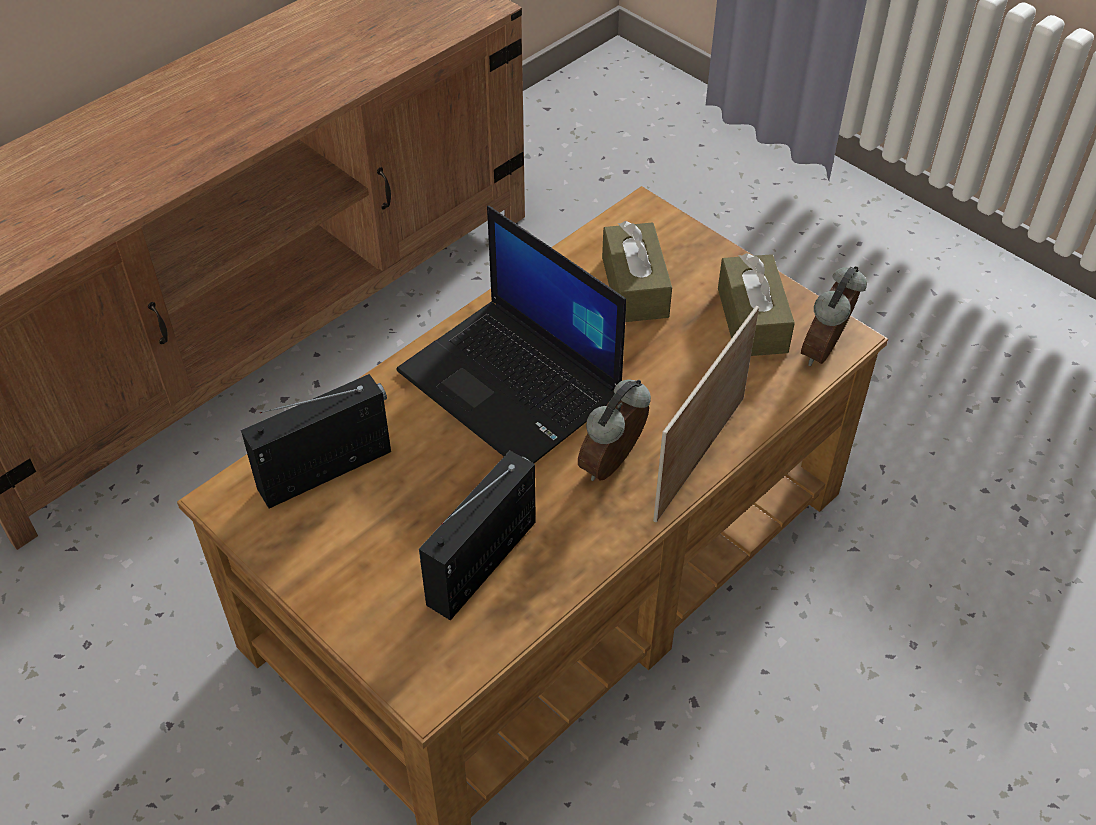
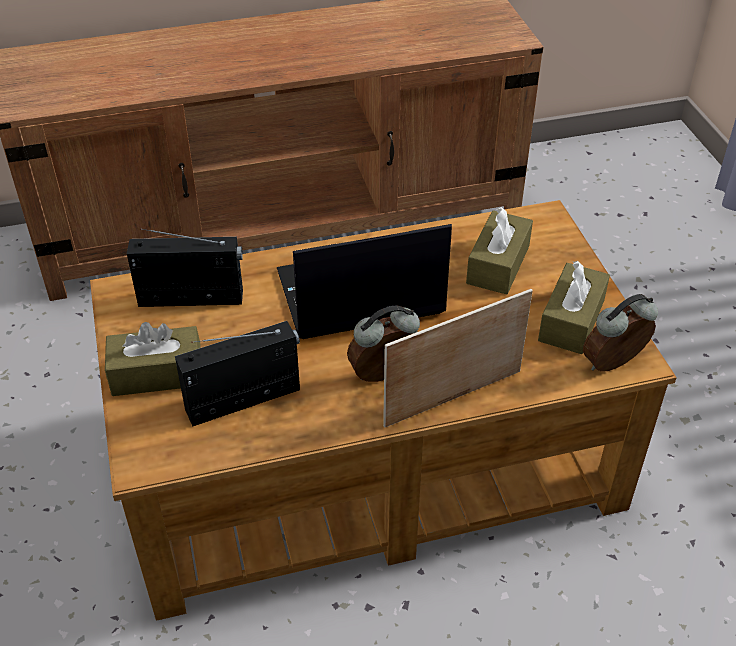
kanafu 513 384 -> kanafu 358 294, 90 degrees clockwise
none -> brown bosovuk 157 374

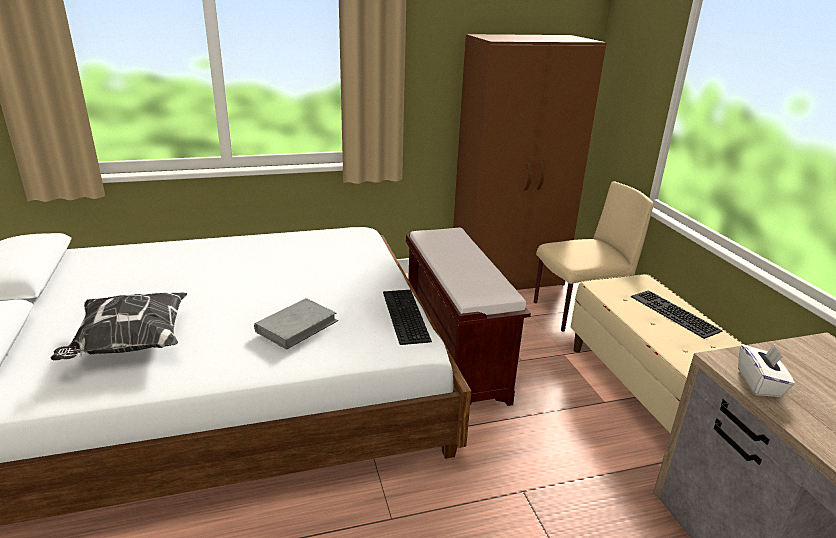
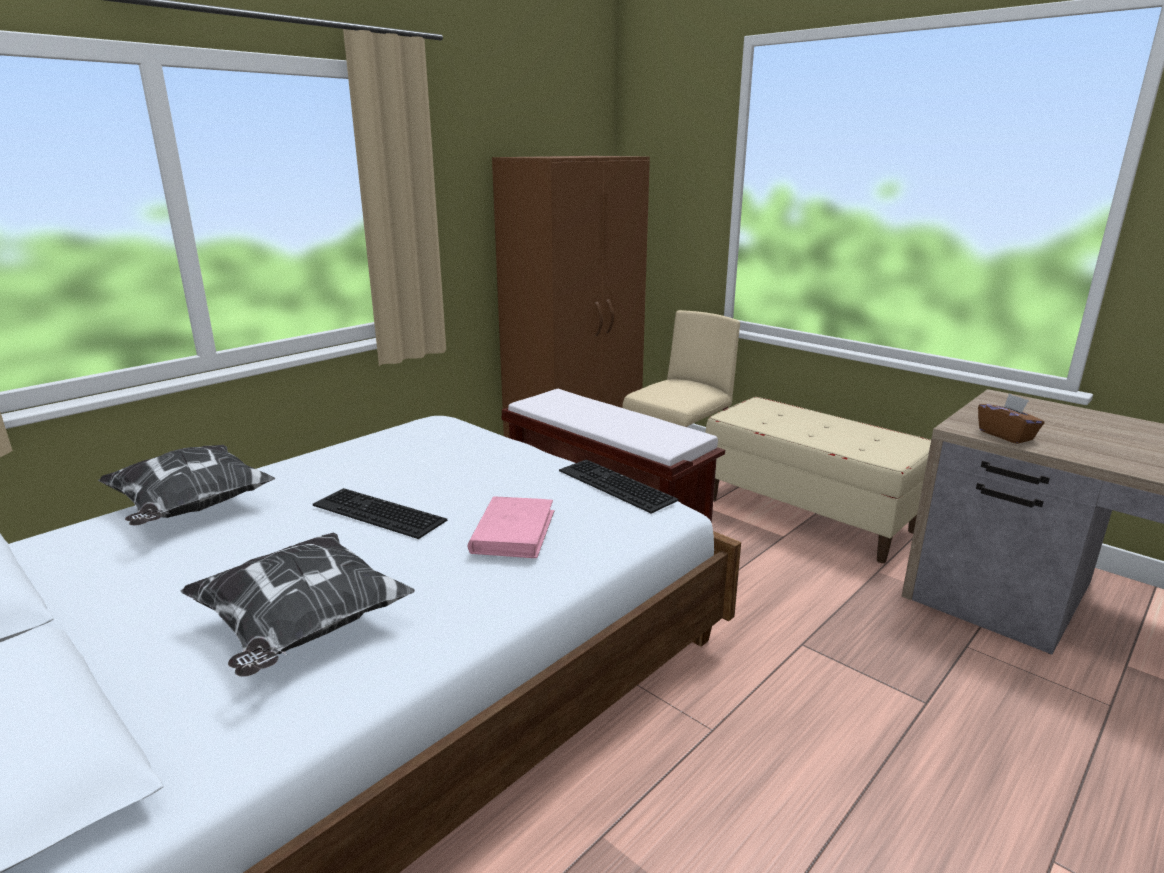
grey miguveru 297 326 -> pink miguveru 513 531
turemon 672 313 -> turemon 375 513, relocated
white bosovuk 760 383 -> brown bosovuk 1006 435
none -> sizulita 191 509

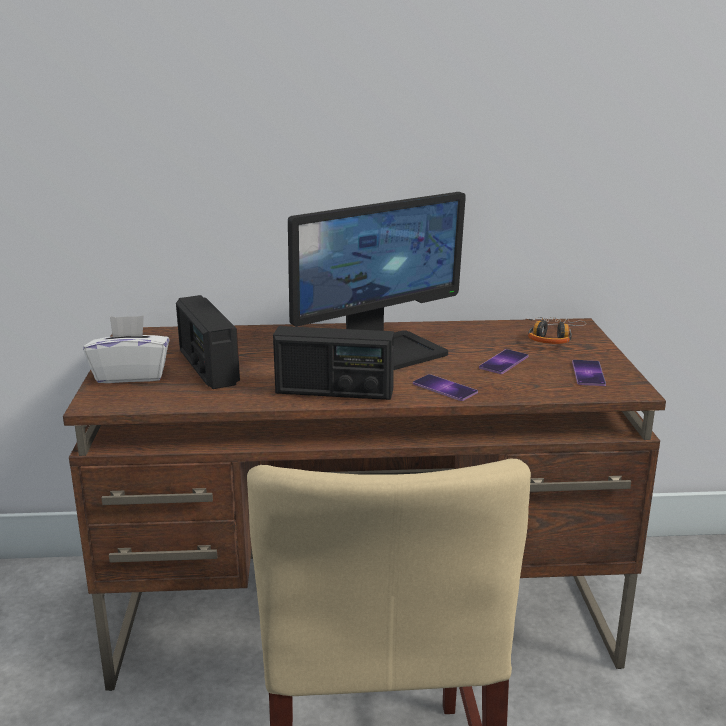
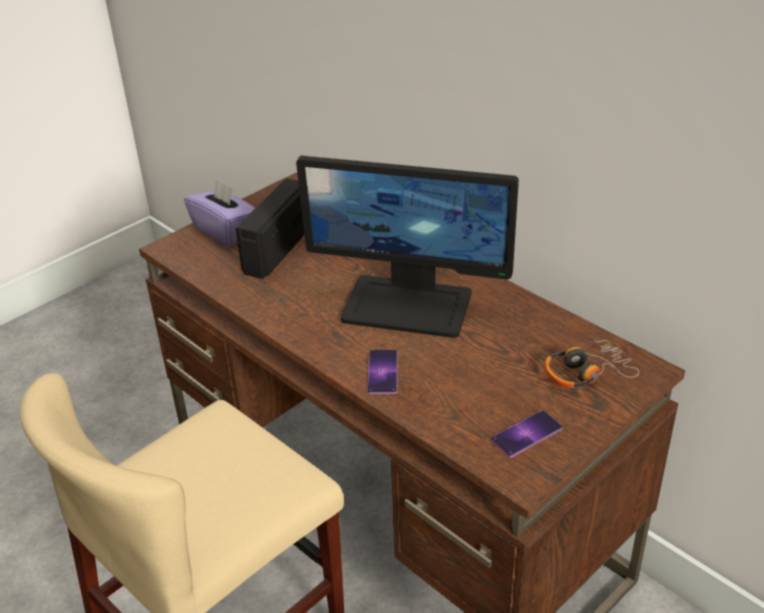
white bosovuk 131 375 -> purple bosovuk 225 231
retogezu 334 392 -> none
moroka 503 362 -> none

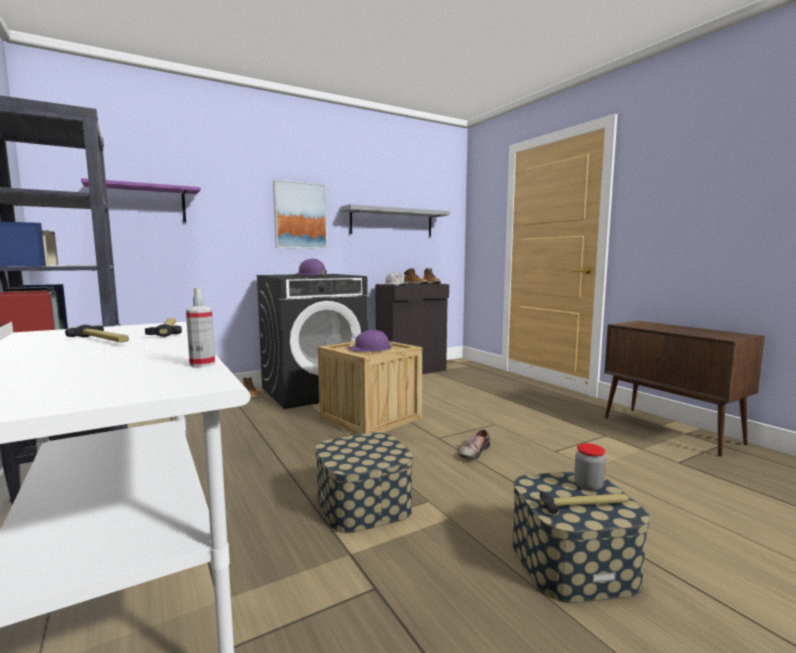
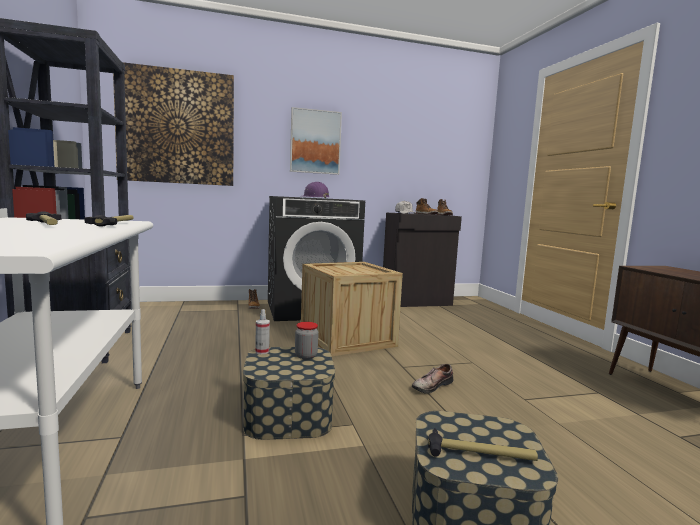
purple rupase 144 204 -> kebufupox 176 127
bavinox 202 364 -> bavinox 262 352, relocated
grey rupase 392 222 -> none
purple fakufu 370 349 -> none
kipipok 588 486 -> kipipok 306 356, relocated

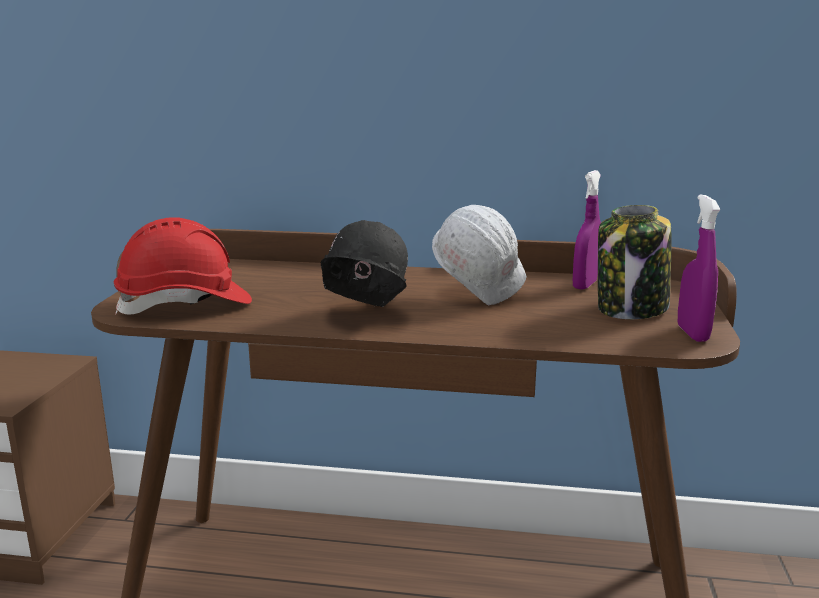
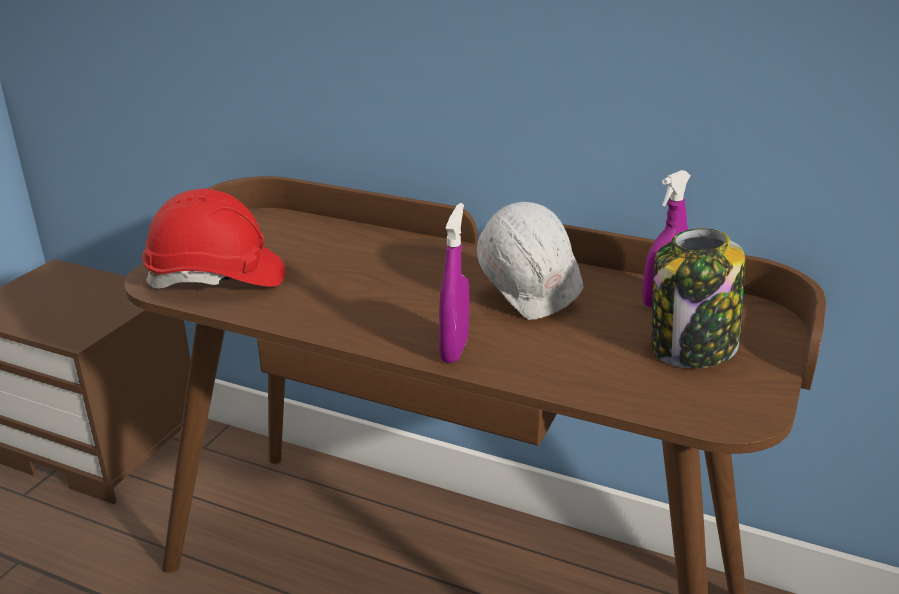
black fakufu 362 317 -> none
purple bavinox 692 333 -> purple bavinox 454 350, relocated

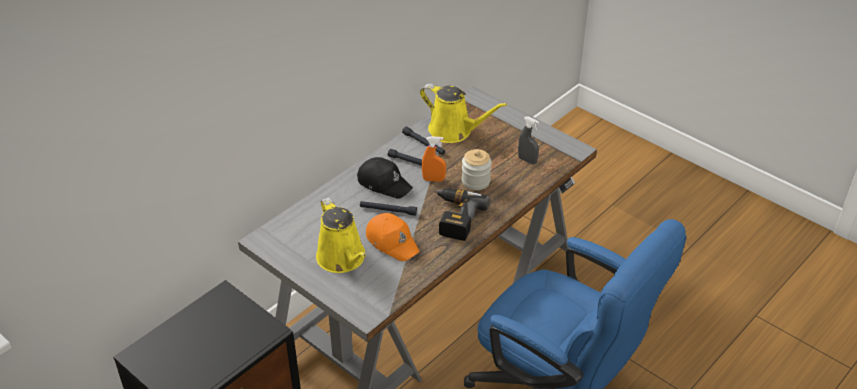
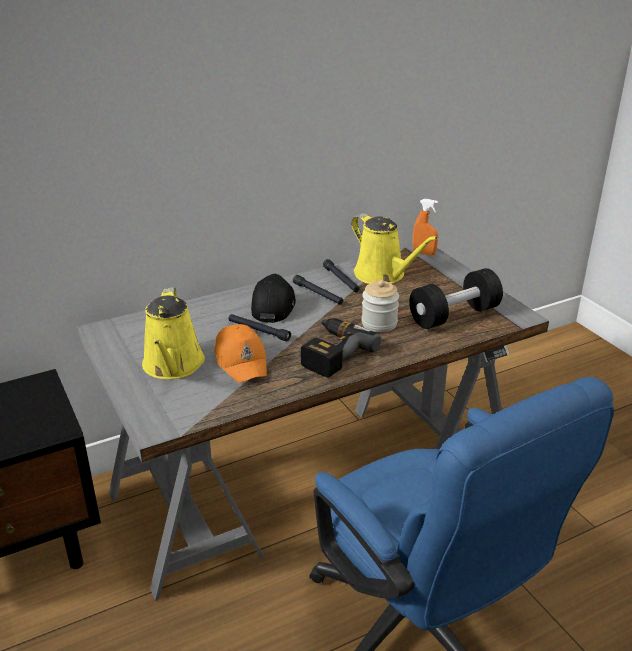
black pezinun 384 183 -> black pezinun 272 306, 135 degrees counterclockwise
orange bavinox 433 179 -> orange bavinox 424 253, relocated
grey bavinox 527 160 -> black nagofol 454 315

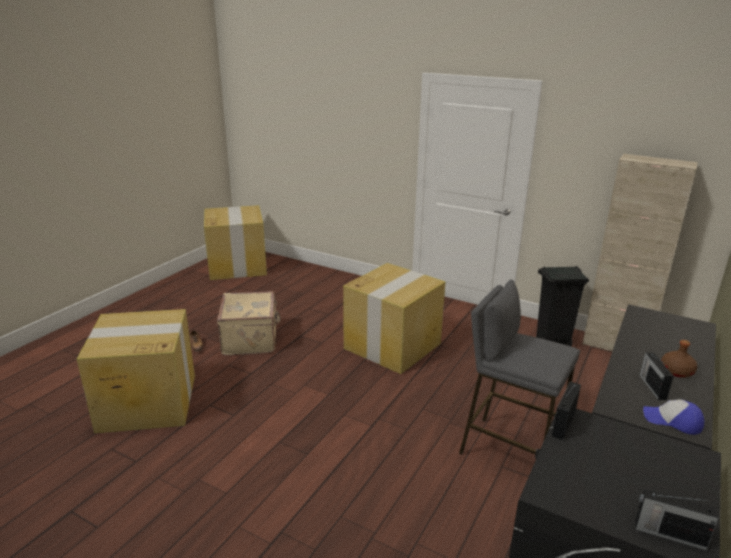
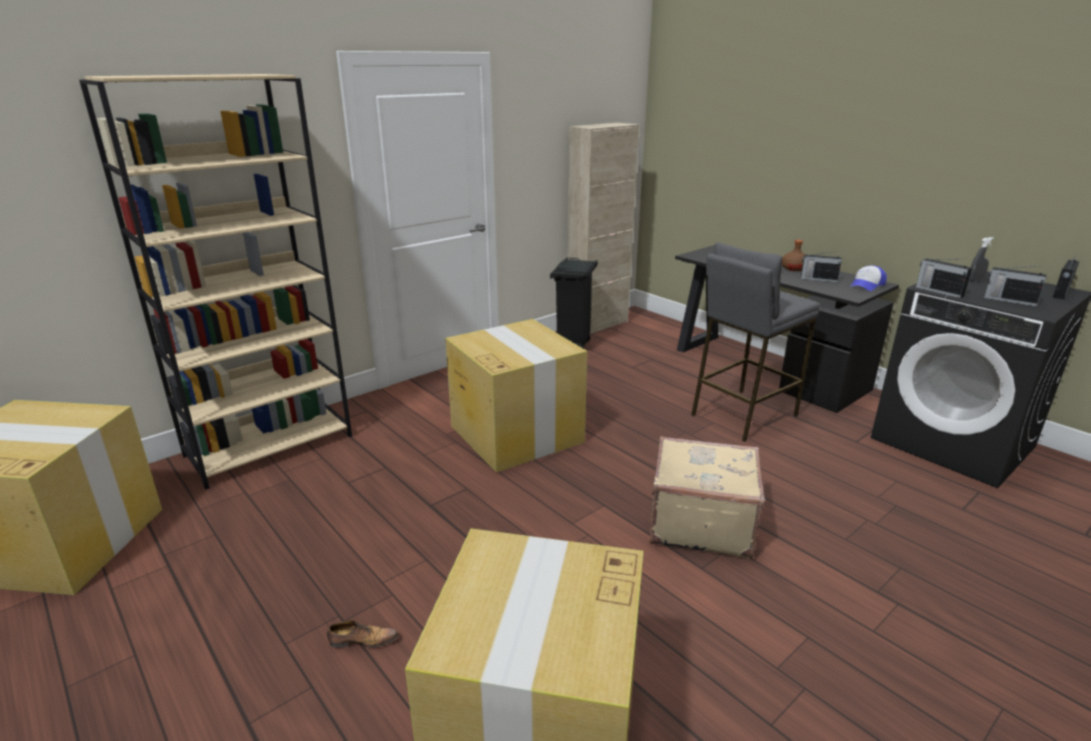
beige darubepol 251 339 -> beige darubepol 699 522, relocated
none -> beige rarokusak 270 445
none -> grey bavinox 975 280
none -> retogezu 1008 300

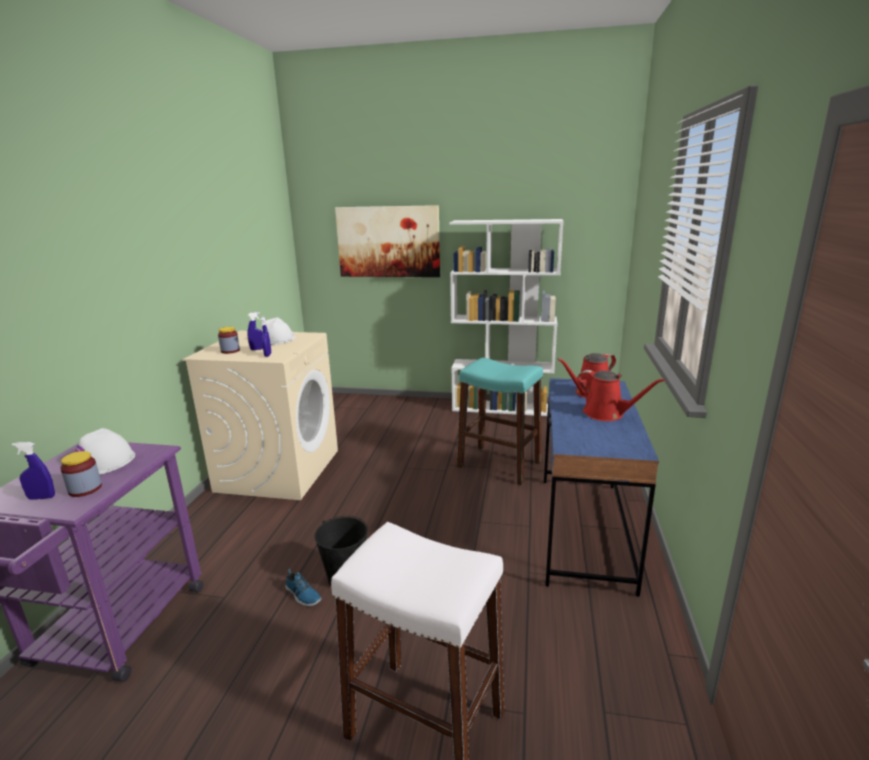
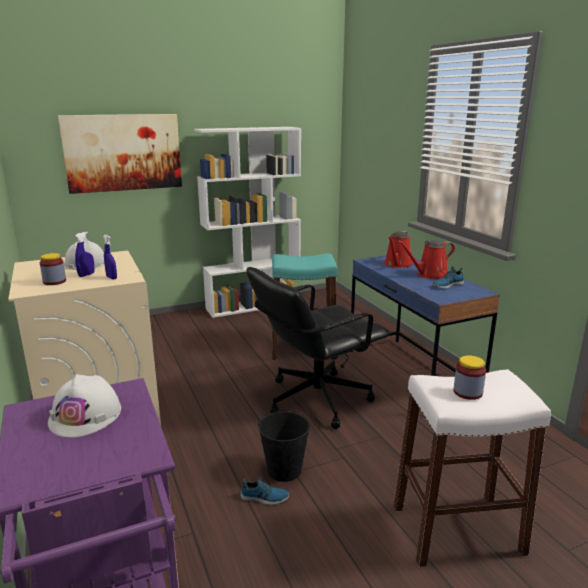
blue bavinox 42 498 -> none
kipipok 85 489 -> kipipok 467 392, relocated
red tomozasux 607 414 -> red tomozasux 429 275, 150 degrees clockwise
none -> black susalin 316 399
none -> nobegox 447 285

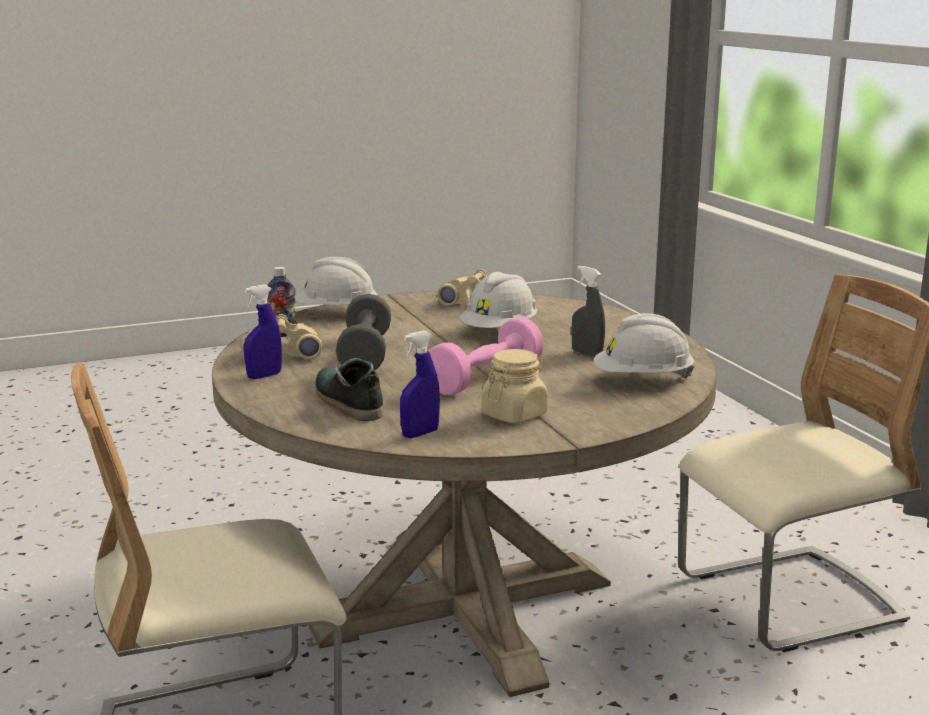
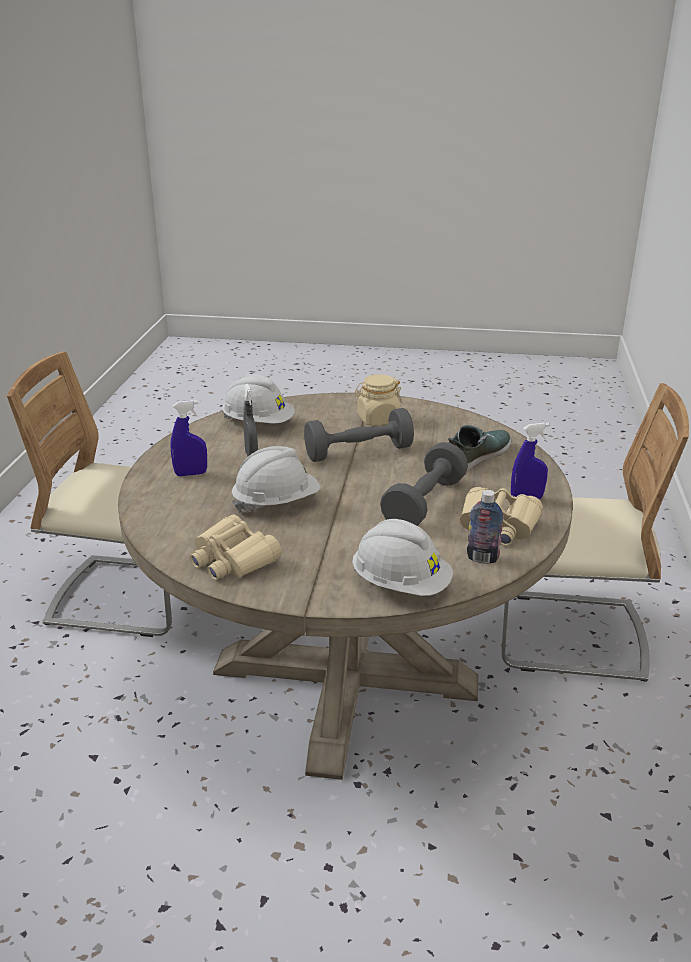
nobegox 347 401 -> nobegox 476 456, 135 degrees counterclockwise
blue bavinox 420 434 -> blue bavinox 191 474, relocated
pink nagofol 485 378 -> grey nagofol 358 452

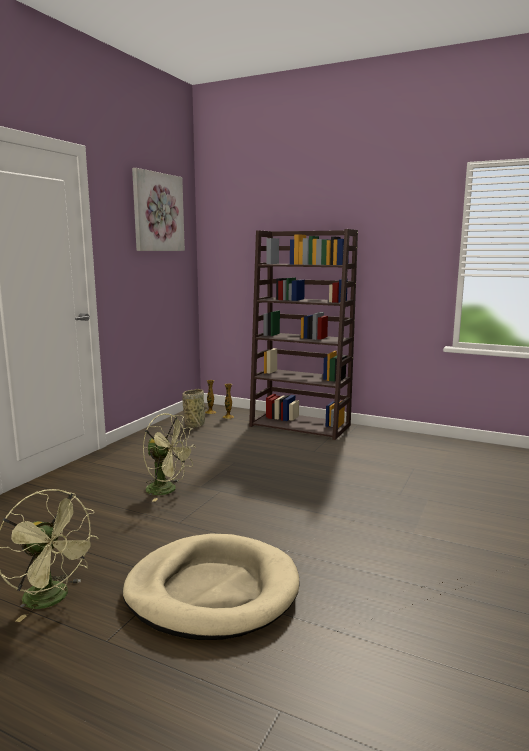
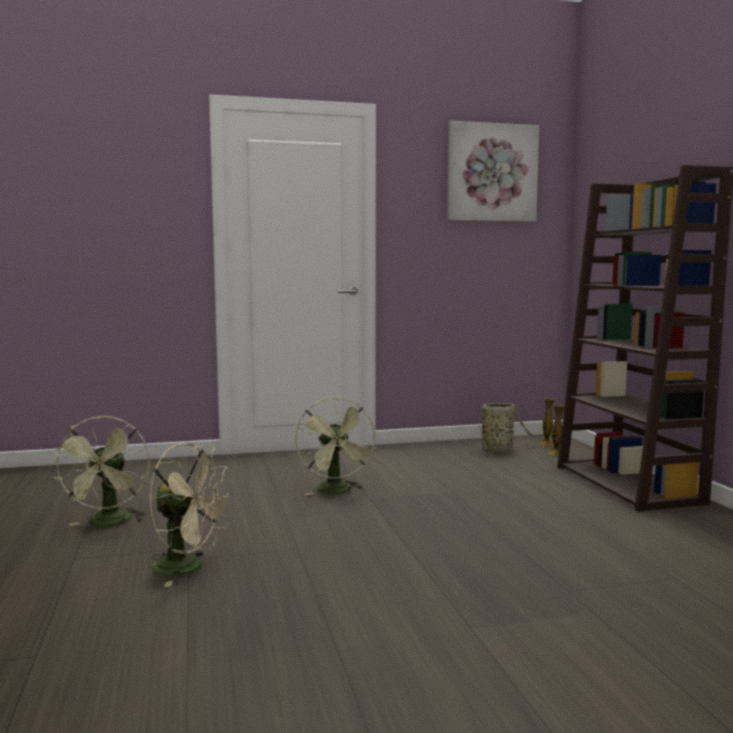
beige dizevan 212 591 -> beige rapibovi 188 568

